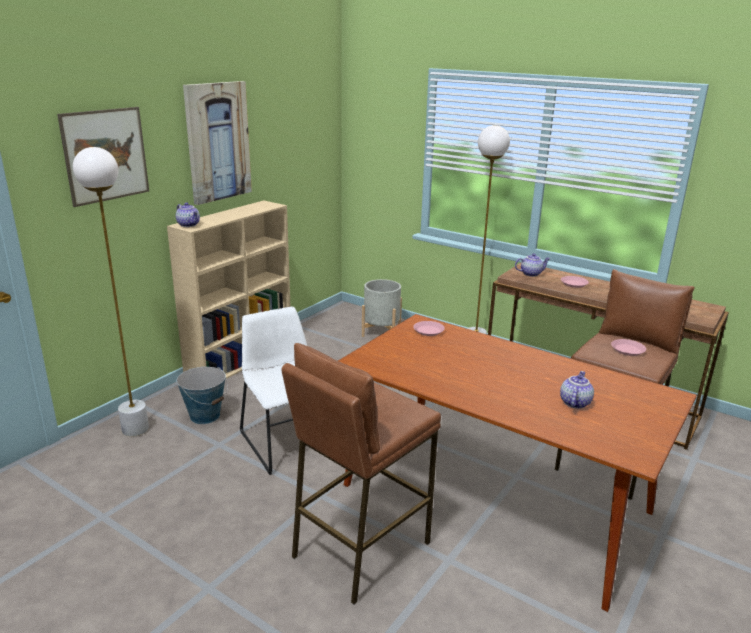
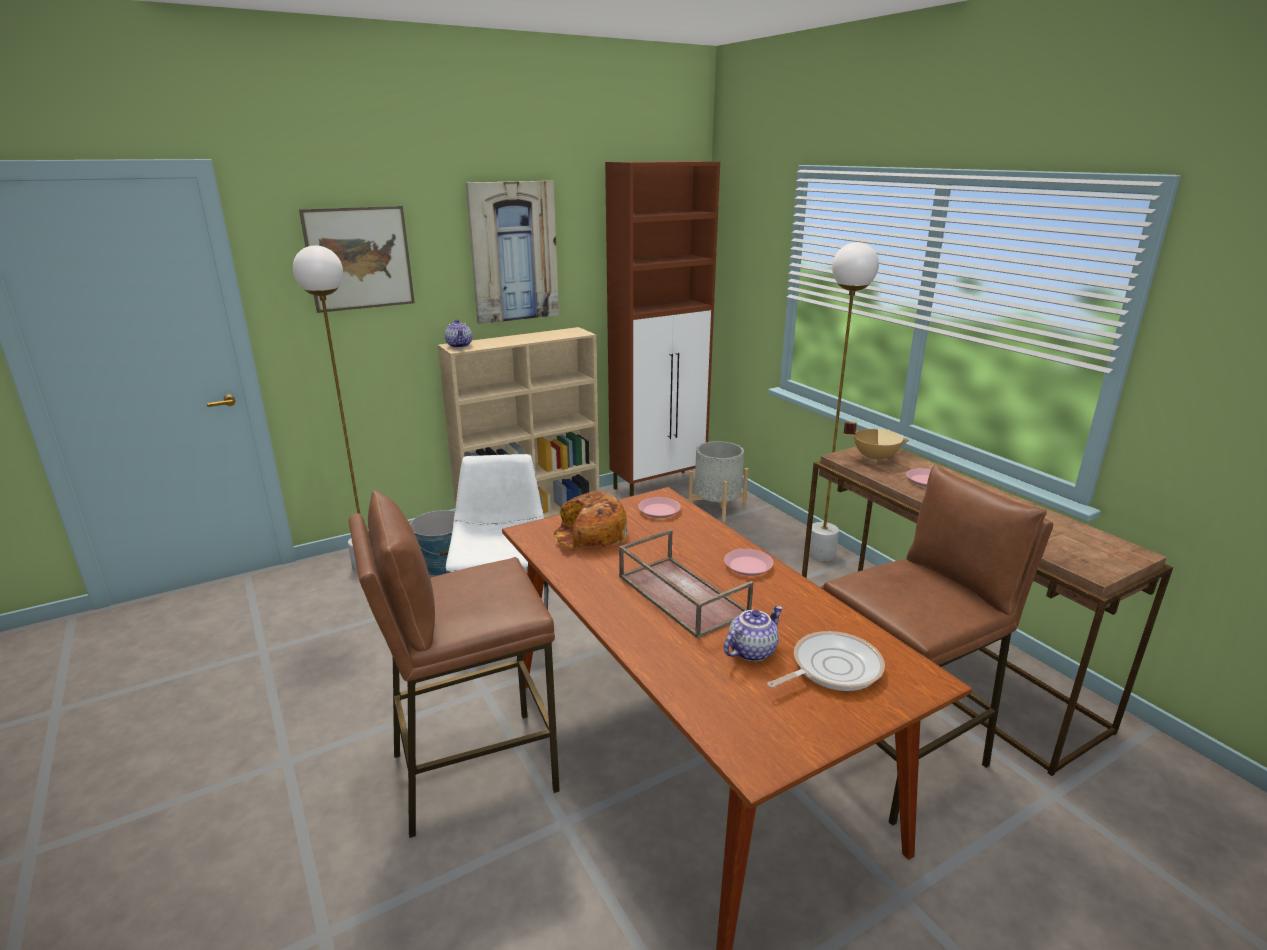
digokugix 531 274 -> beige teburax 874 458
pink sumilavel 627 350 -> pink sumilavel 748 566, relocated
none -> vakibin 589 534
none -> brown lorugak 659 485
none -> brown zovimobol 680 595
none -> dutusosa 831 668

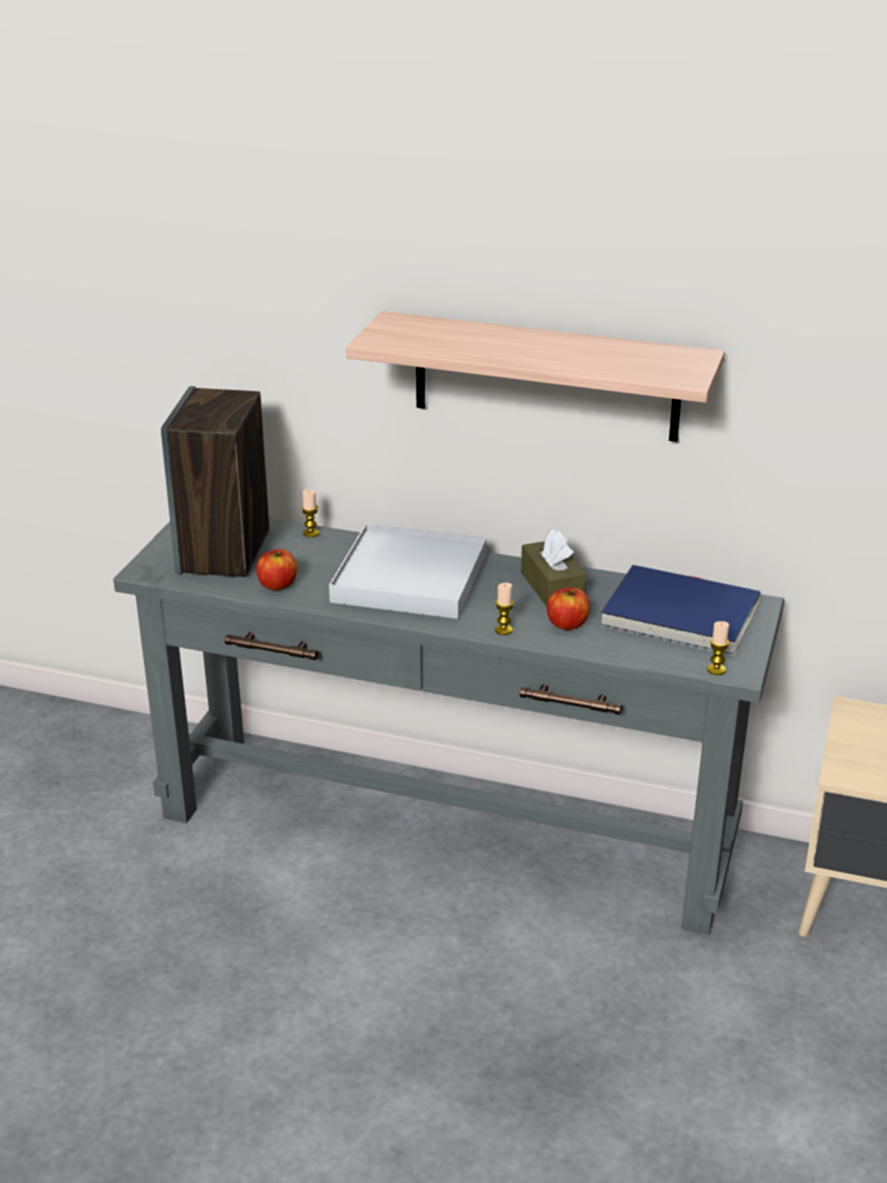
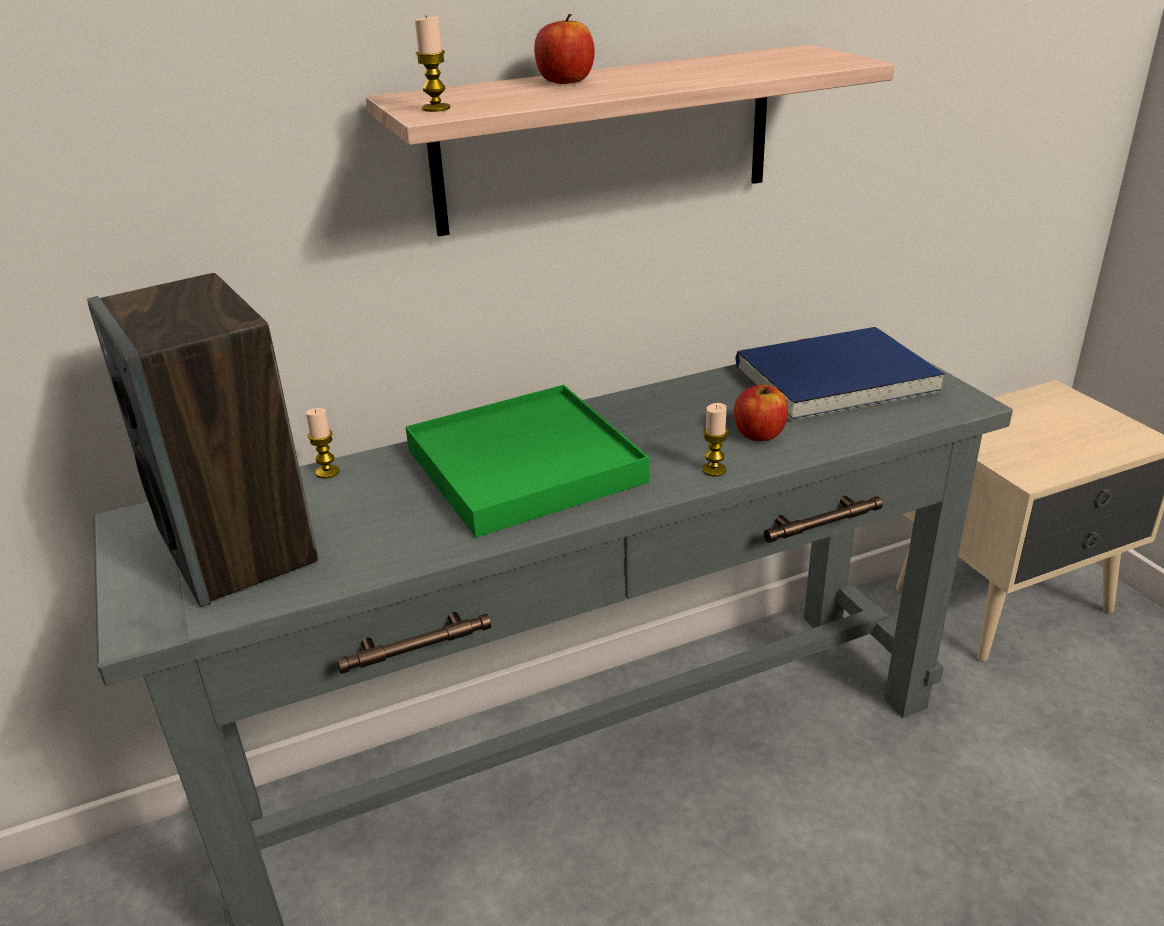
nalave 277 585 -> nalave 565 81, relocated
white zovimobol 409 577 -> green zovimobol 524 466
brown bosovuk 552 587 -> none
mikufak 716 670 -> mikufak 436 108, relocated

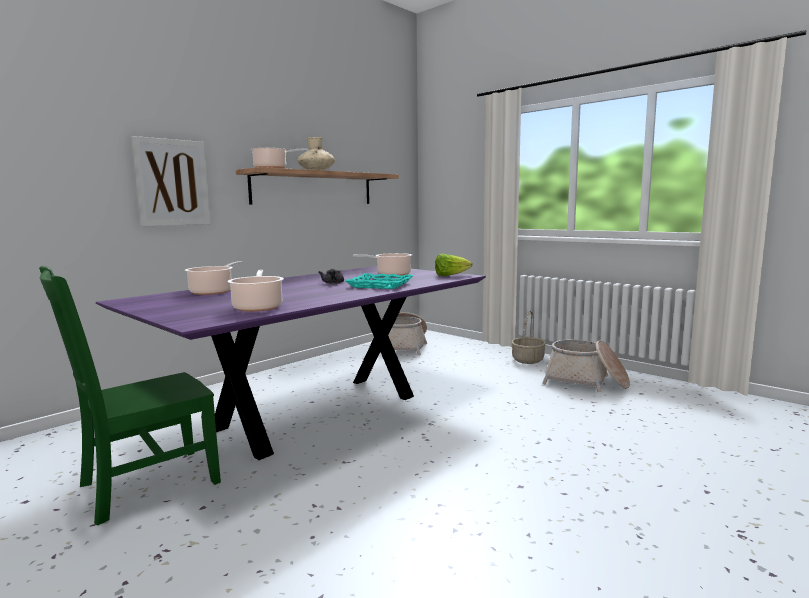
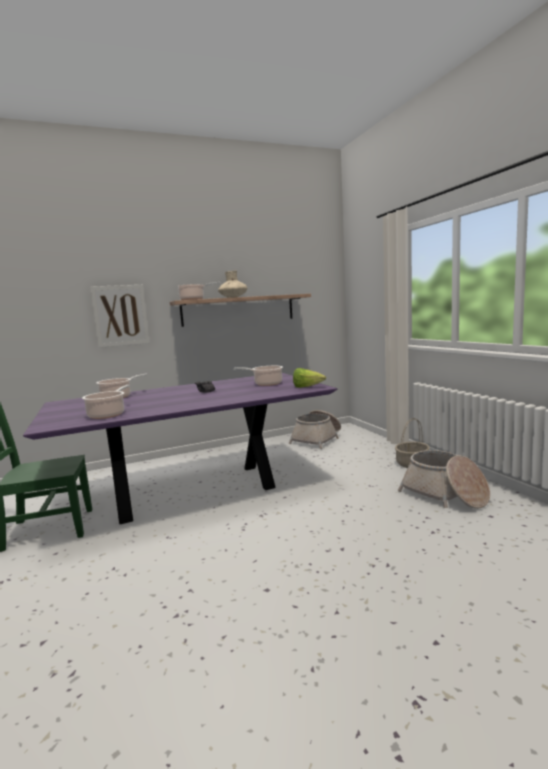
turquoise zovimobol 380 285 -> none

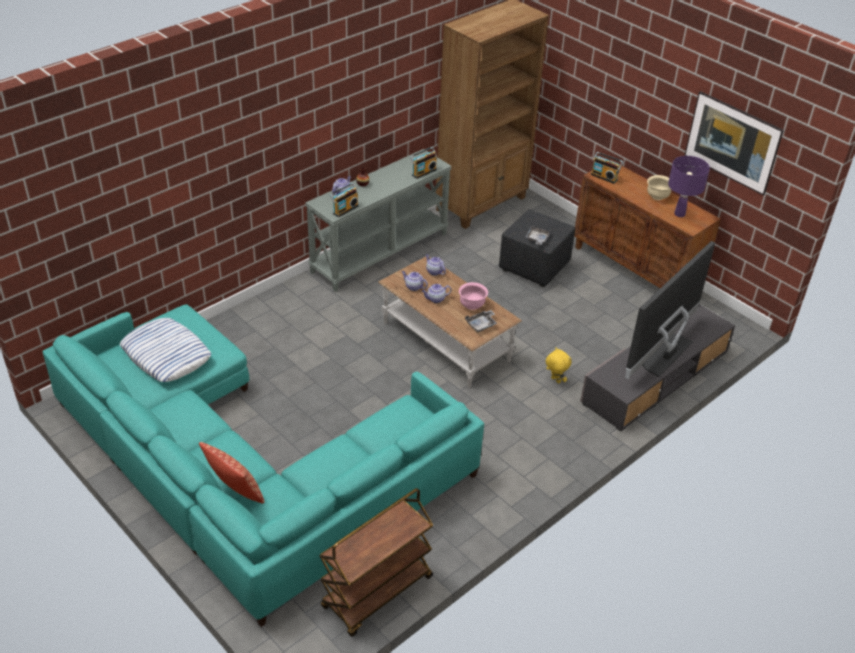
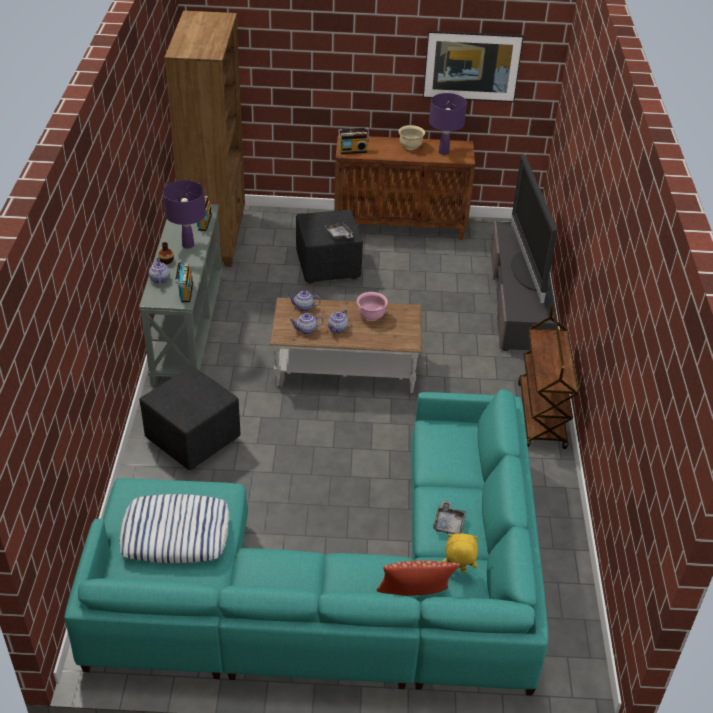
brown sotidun 377 593 -> brown sotidun 541 416, relocated
grey zovimobol 481 325 -> grey zovimobol 449 523, relocated
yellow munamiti 555 380 -> yellow munamiti 458 571, relocated
none -> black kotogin 193 441
none -> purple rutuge 188 245

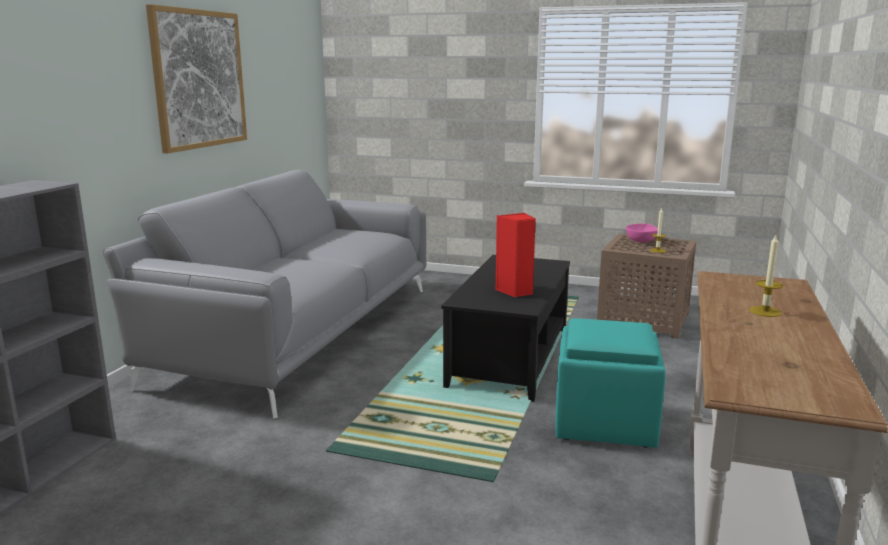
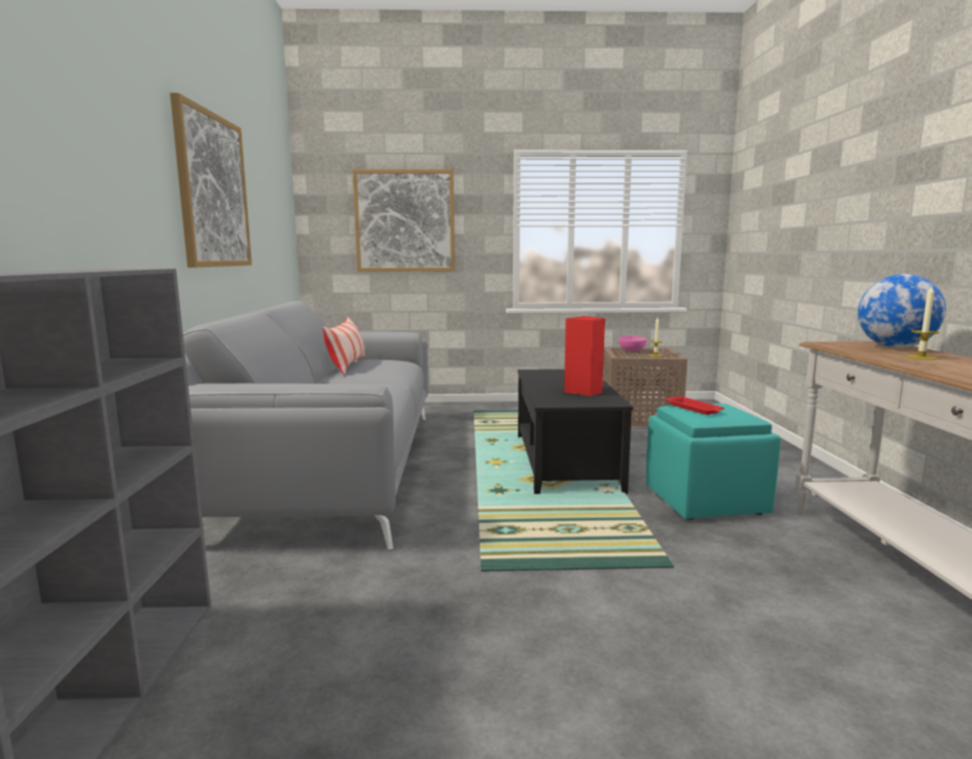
none -> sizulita 347 365
none -> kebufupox 405 221
none -> red zovimobol 695 409
none -> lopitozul 895 347

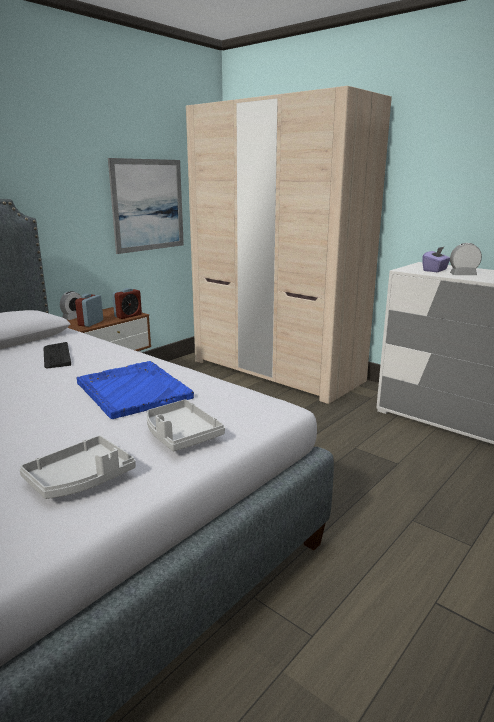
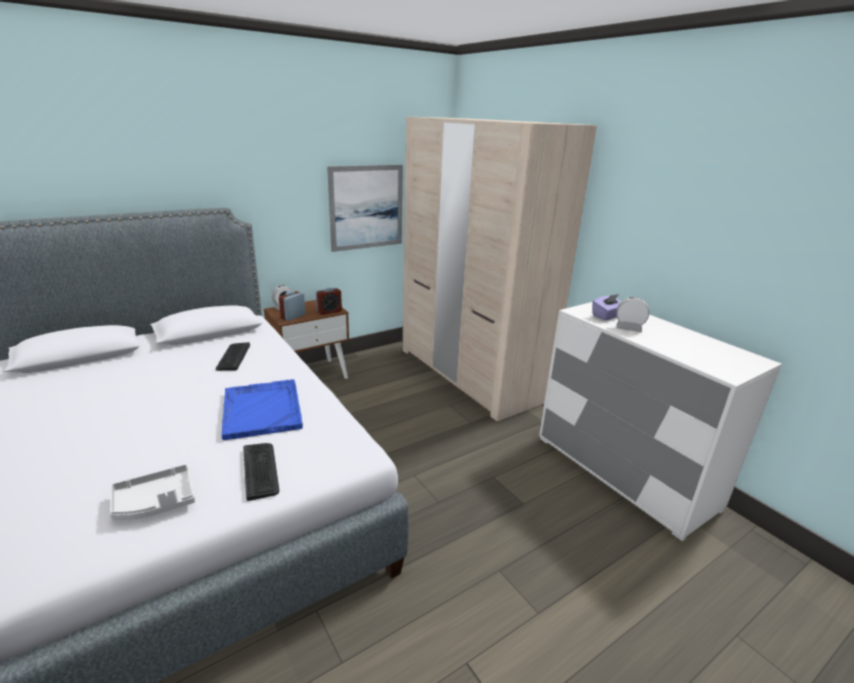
grey zovimobol 180 435 -> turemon 260 470

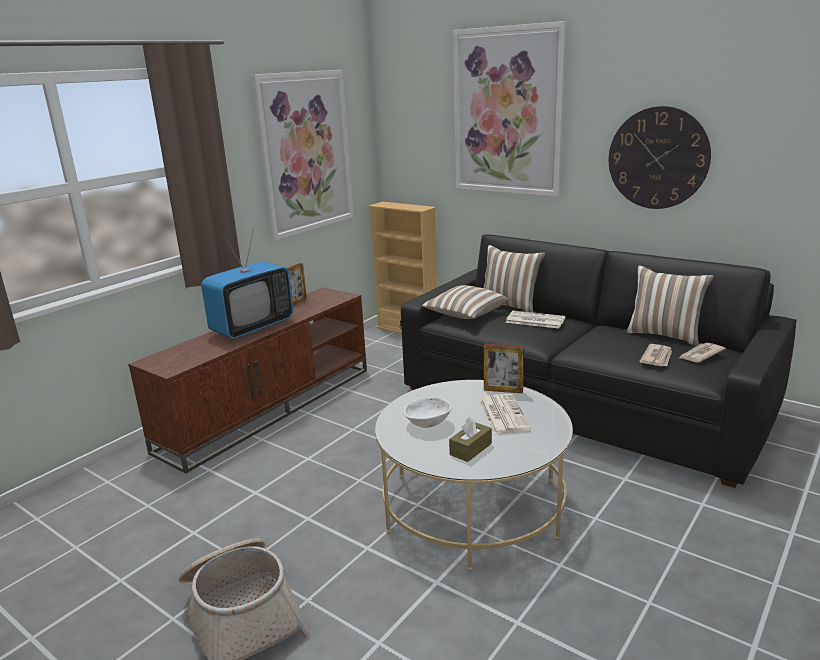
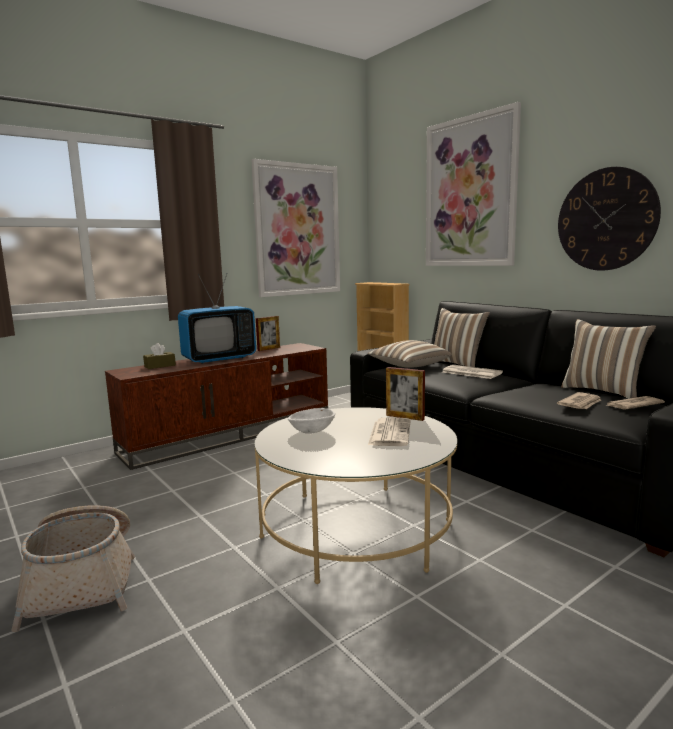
brown bosovuk 470 449 -> brown bosovuk 160 366, relocated

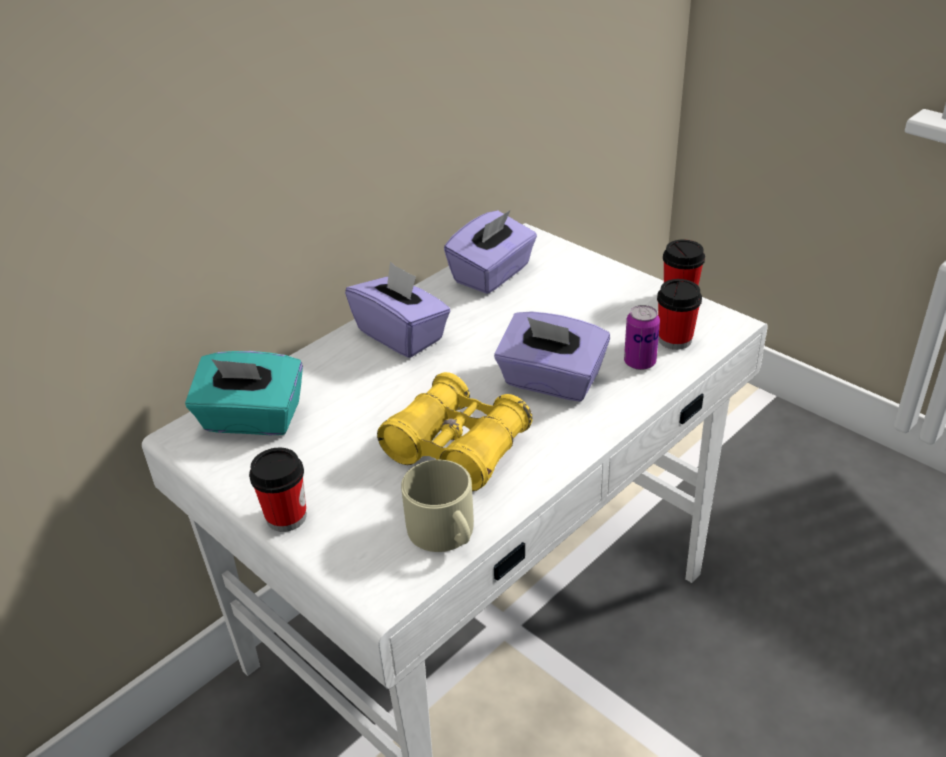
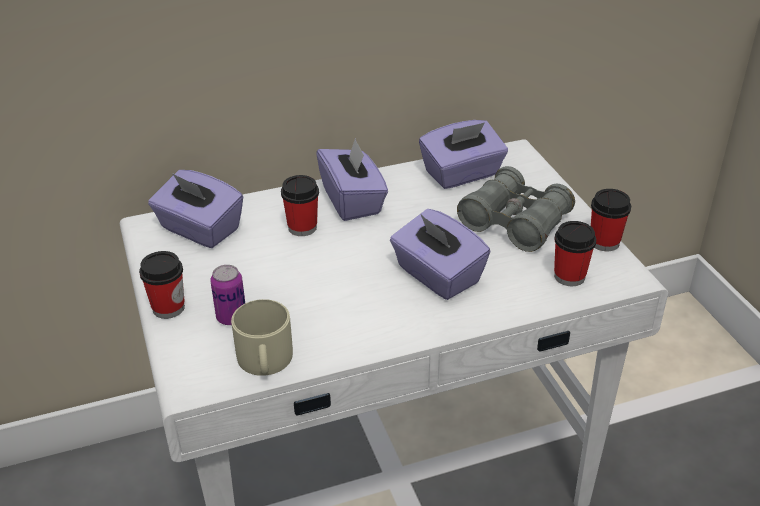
turquoise bosovuk 252 419 -> purple bosovuk 199 229
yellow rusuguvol 457 448 -> none
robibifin 639 362 -> robibifin 231 317, relocated
none -> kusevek 302 227
none -> grey rusuguvol 515 223

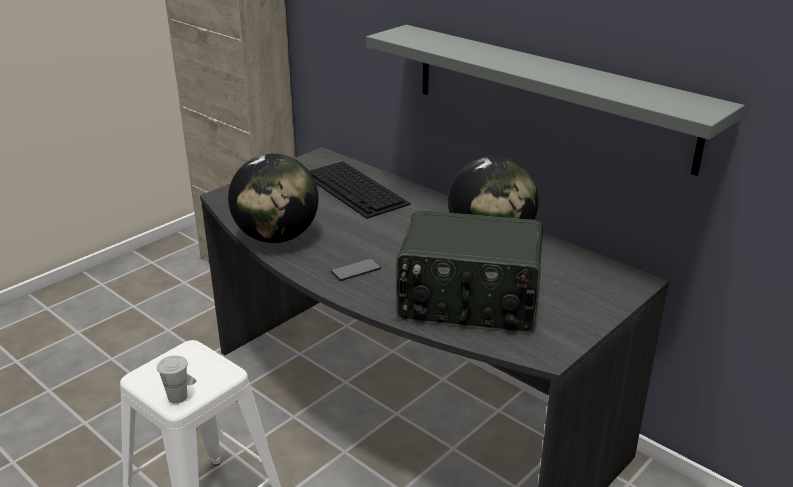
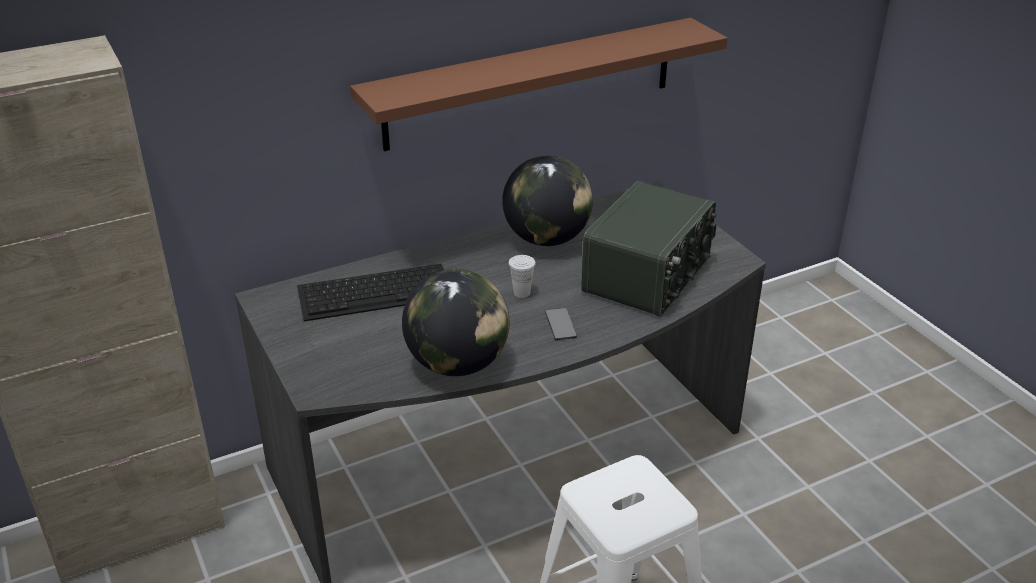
white kusevek 177 397 -> white kusevek 521 292, relocated
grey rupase 548 94 -> brown rupase 531 83

